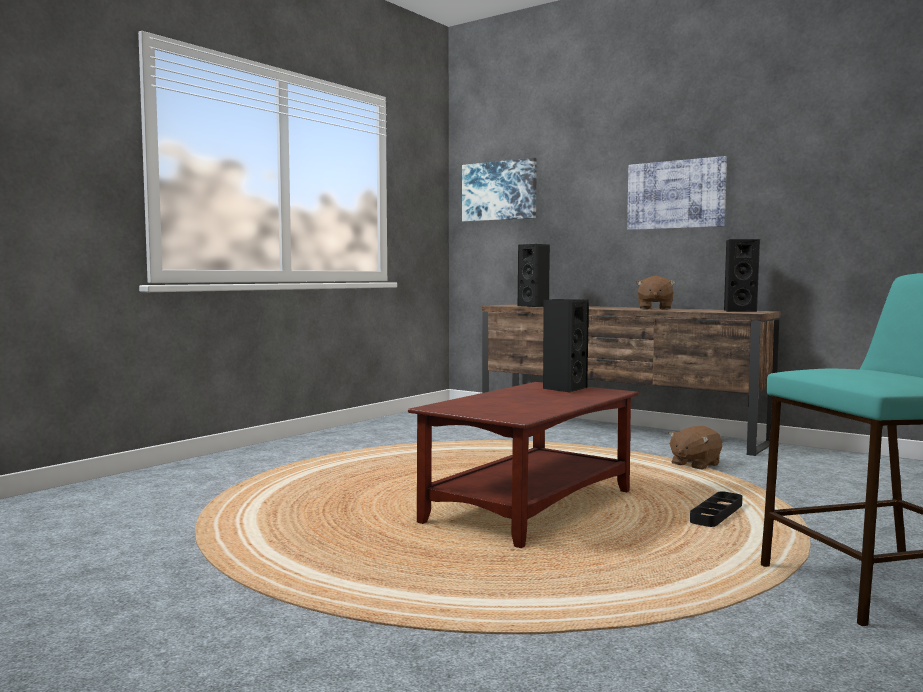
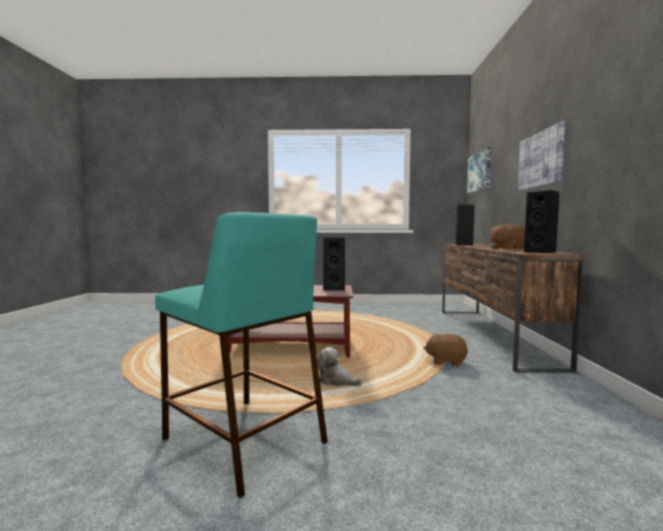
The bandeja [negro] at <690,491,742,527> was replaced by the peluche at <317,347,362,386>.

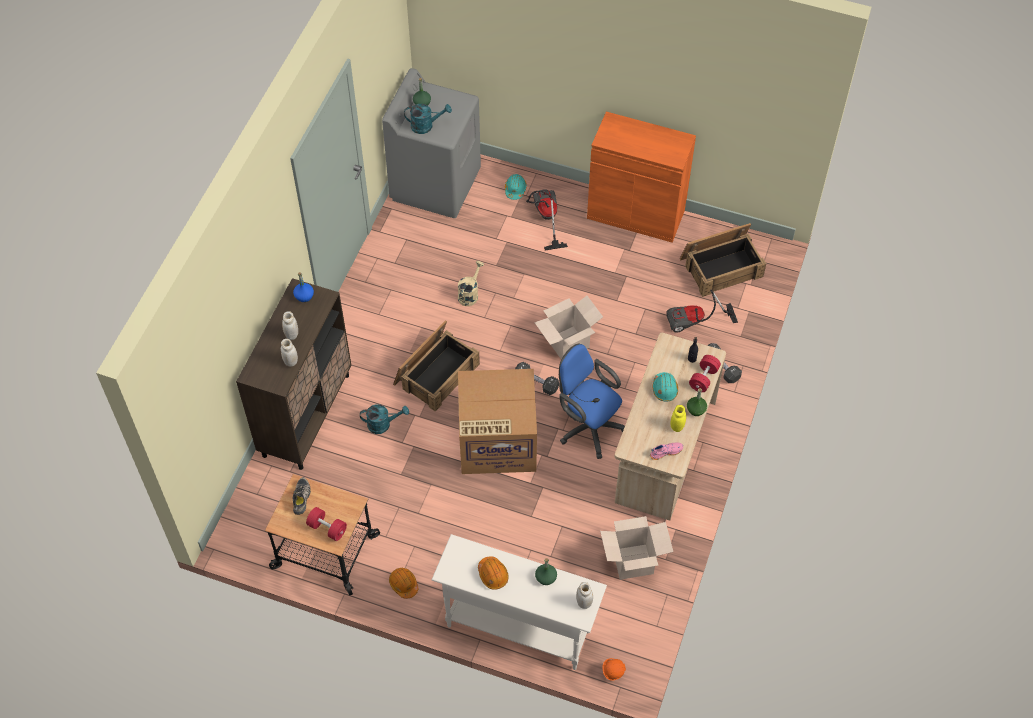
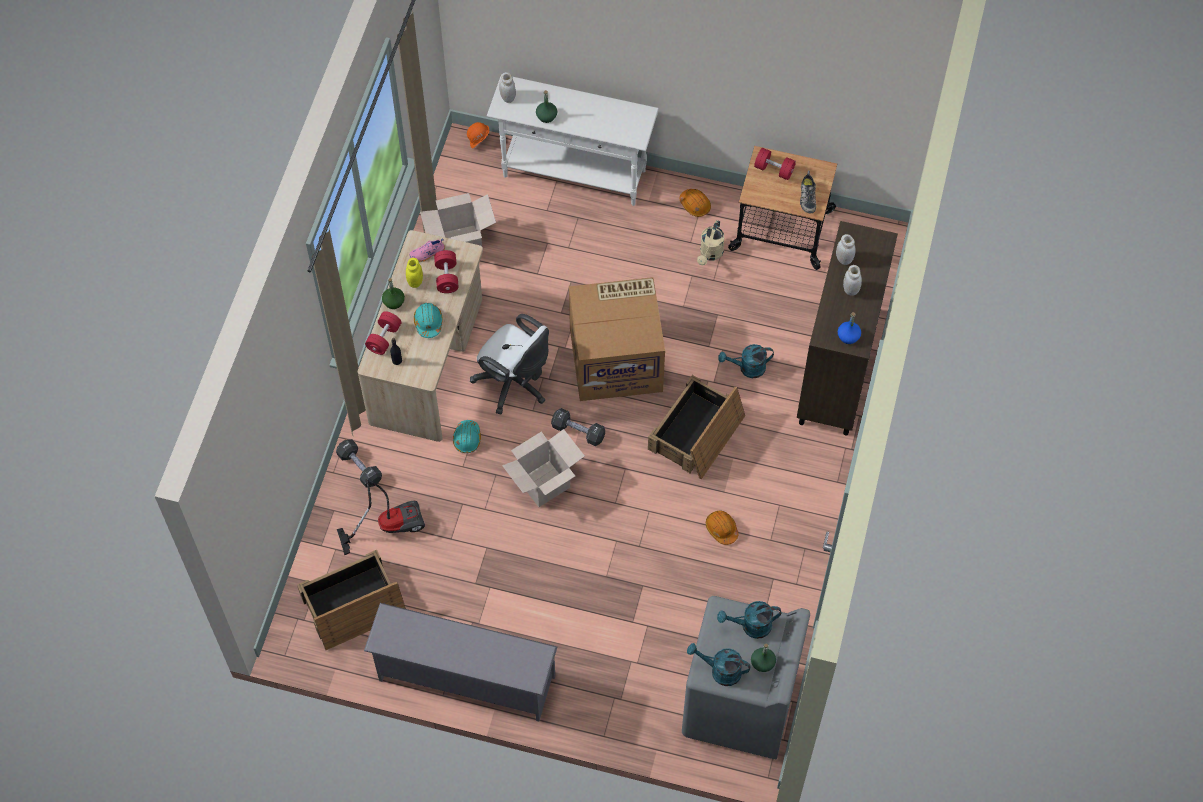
The regadera [beis] moved from <458,261,484,306> to <697,220,724,265>.
The casco [naranja] moved from <478,556,509,590> to <706,511,739,545>.
The casco [turquesa] moved from <505,174,527,200> to <453,420,481,453>.
The aspiradora at <526,189,568,251> disappeared.
The silla de oficina [azul] at <559,344,625,459> became the silla de oficina [blanco] at <470,314,549,414>.
The armario [naranja] at <587,112,696,243> was replaced by the zapatero [gris] at <364,603,557,721>.
The mancuerna [rojo] at <434,250,459,293> appeared.
The regadera [turquesa] at <687,643,751,686> appeared.

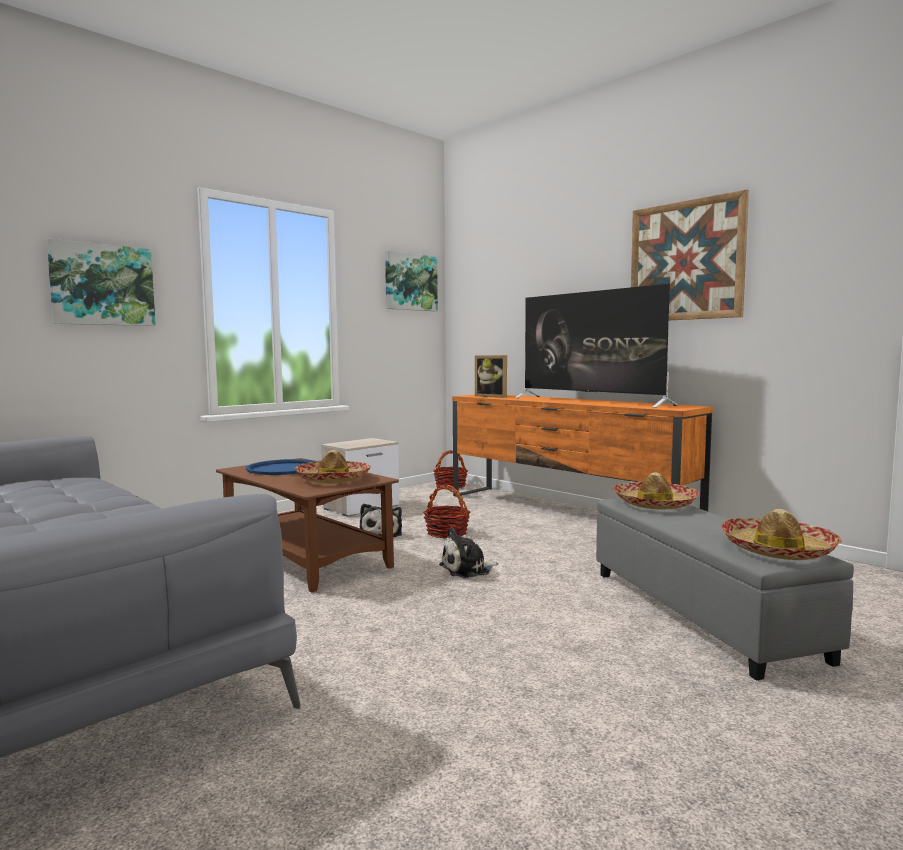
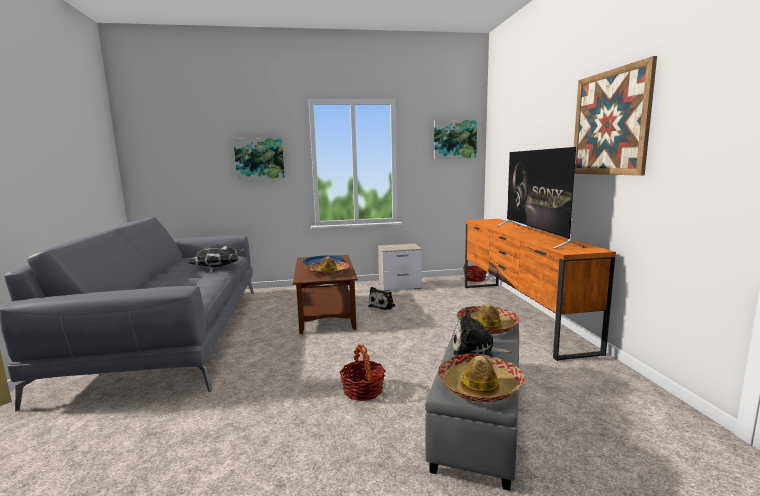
The cesta moved from <423,484,470,538> to <339,344,385,401>.
The peluche moved from <439,527,498,578> to <453,309,512,357>.
The portarretratos at <475,355,507,398> disappeared.
The cojín at <187,244,246,267> appeared.

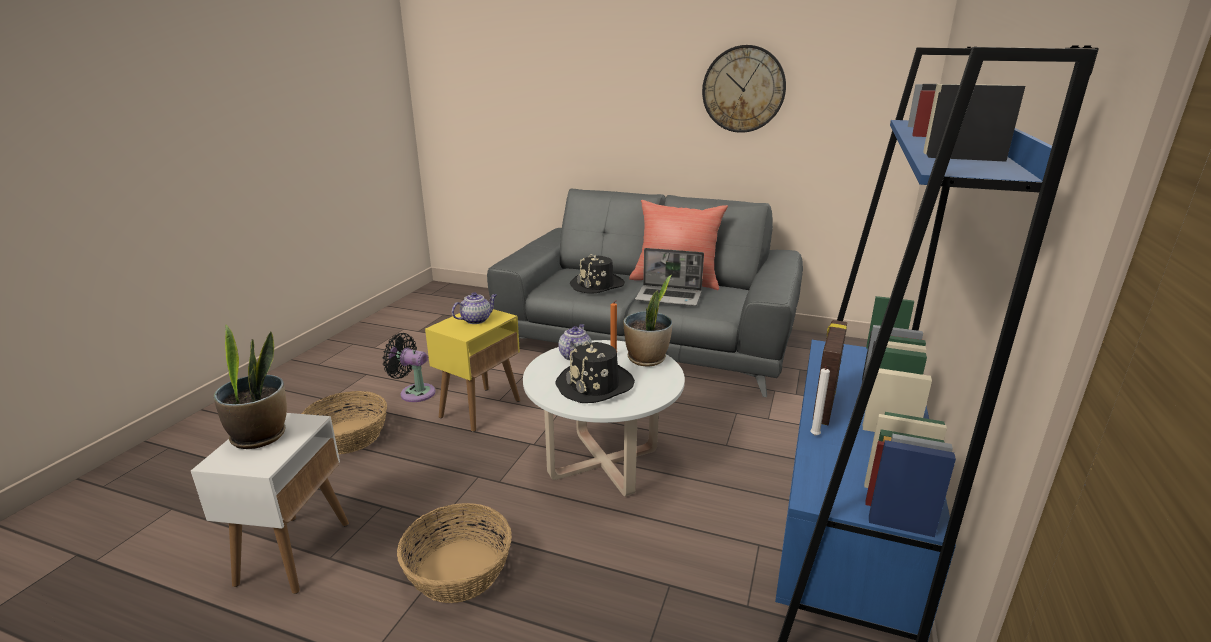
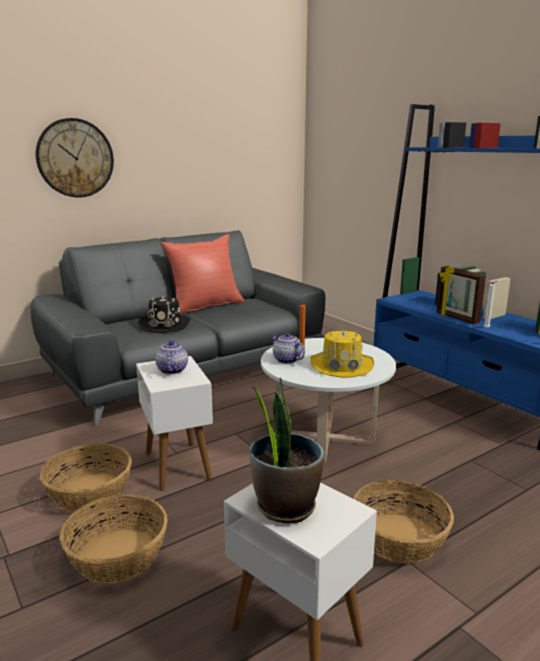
The ventilador [negro] at <383,333,436,402> was replaced by the cesta at <39,443,132,512>.
The mesa auxiliar [amarillo] at <425,309,520,432> became the mesa auxiliar [blanco] at <136,356,213,491>.
The sombrero [negro] at <555,341,635,403> became the sombrero [amarillo] at <310,329,374,378>.
The planta en maceta at <623,275,672,366> disappeared.
The portátil at <635,248,704,306> disappeared.
The reloj de pared moved from <702,45,786,133> to <36,118,114,198>.

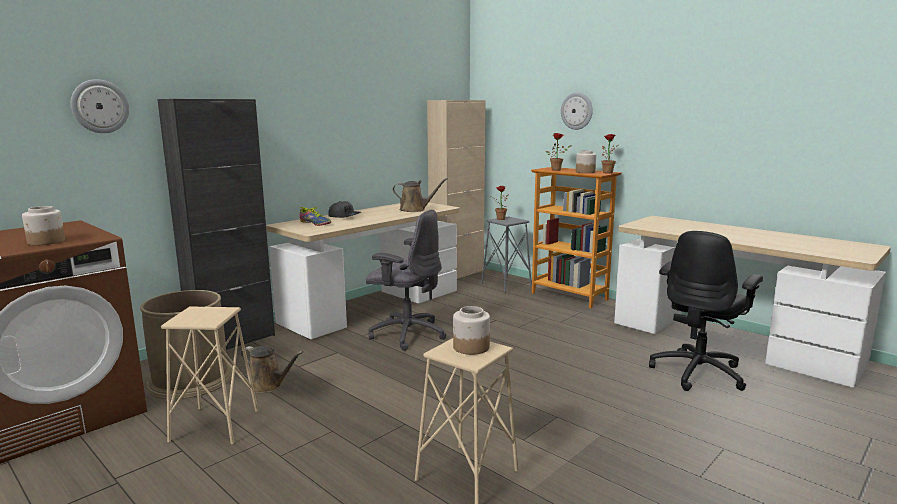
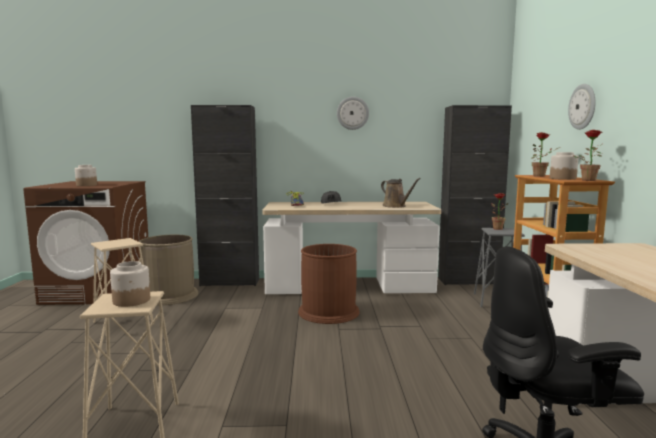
The reloj de pared moved from <71,79,129,133> to <337,97,369,130>.
The regadera [marrón] at <240,346,303,393> disappeared.
The silla de oficina [gris] at <366,210,446,351> was replaced by the papelera [marrón] at <298,244,360,324>.
The armario [beis] at <427,100,486,279> became the armario [negro] at <438,105,512,285>.

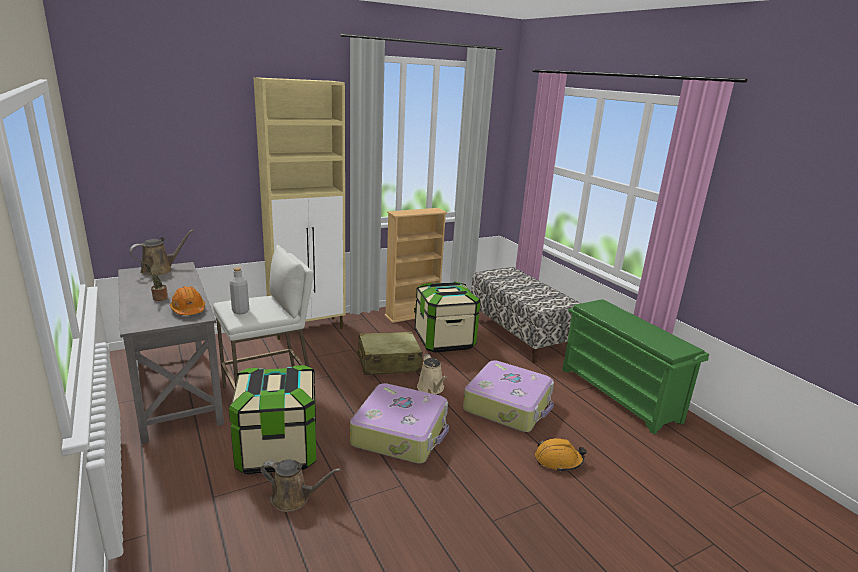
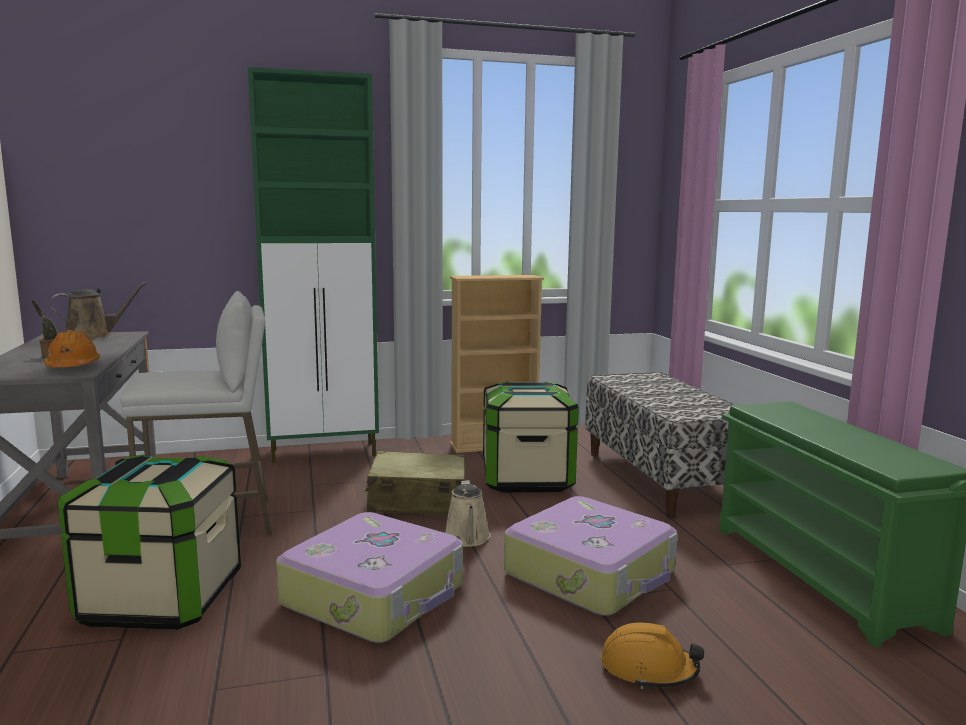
The botella [gris] at <230,267,249,314> disappeared.
The armario [beis] at <253,77,346,340> became the armario [verde] at <248,67,379,463>.
The regadera [marrón] at <260,459,341,512> disappeared.

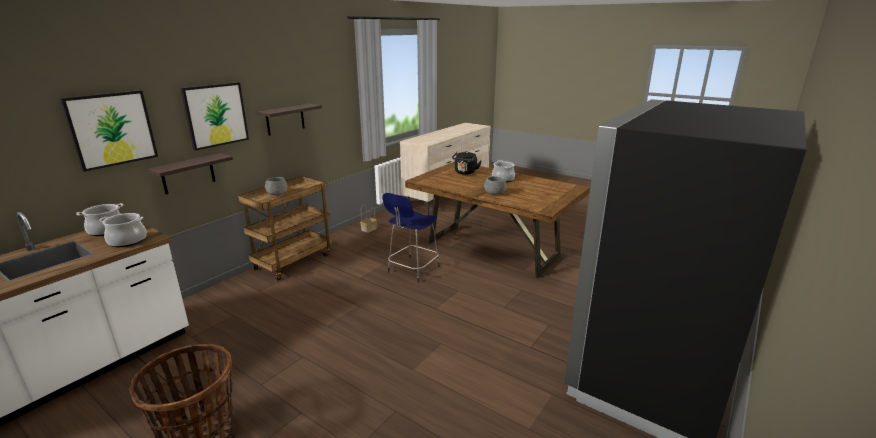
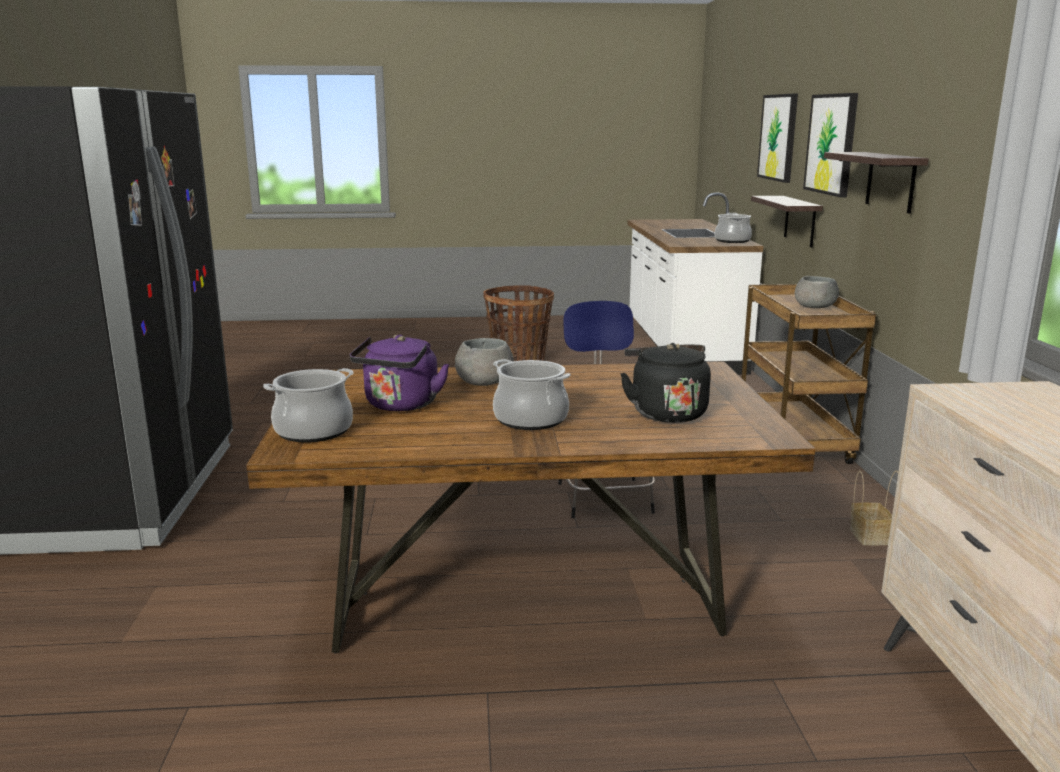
The olla moved from <99,213,147,247> to <263,368,354,442>.
The hervidor [morado] at <350,335,449,411> appeared.

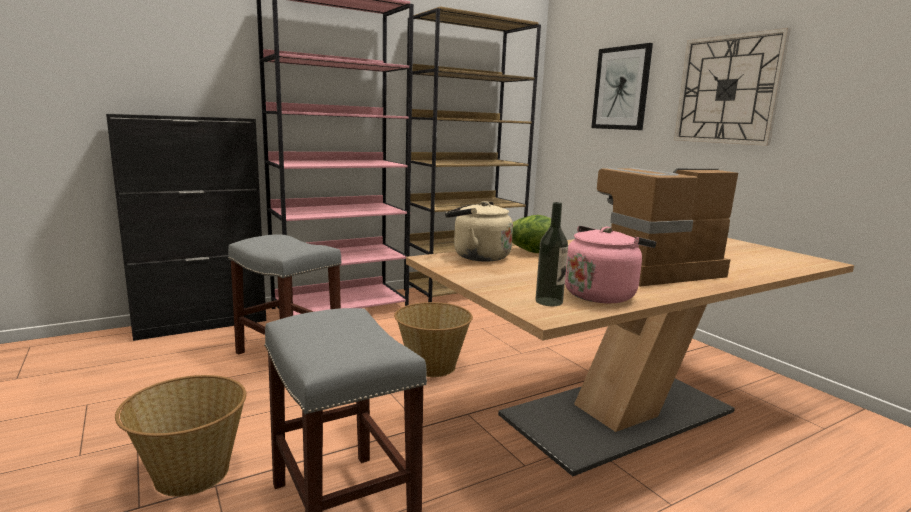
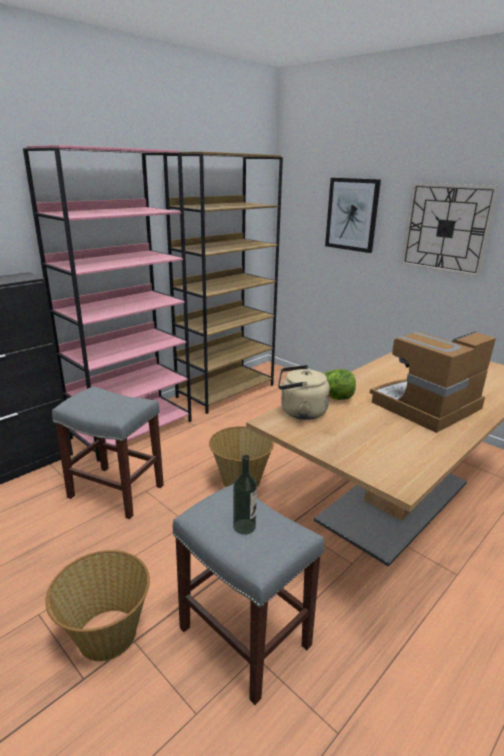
The botella moved from <535,202,568,306> to <233,455,257,535>.
The hervidor [rosa] at <565,226,656,303> disappeared.

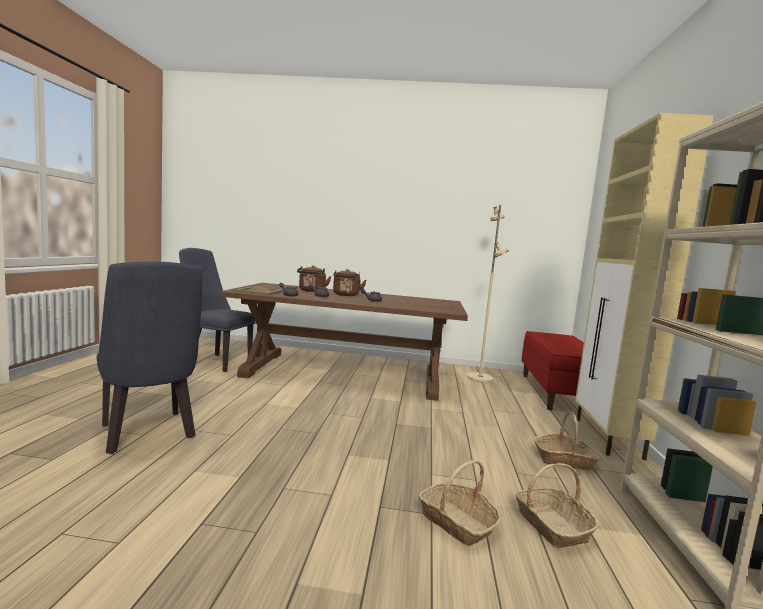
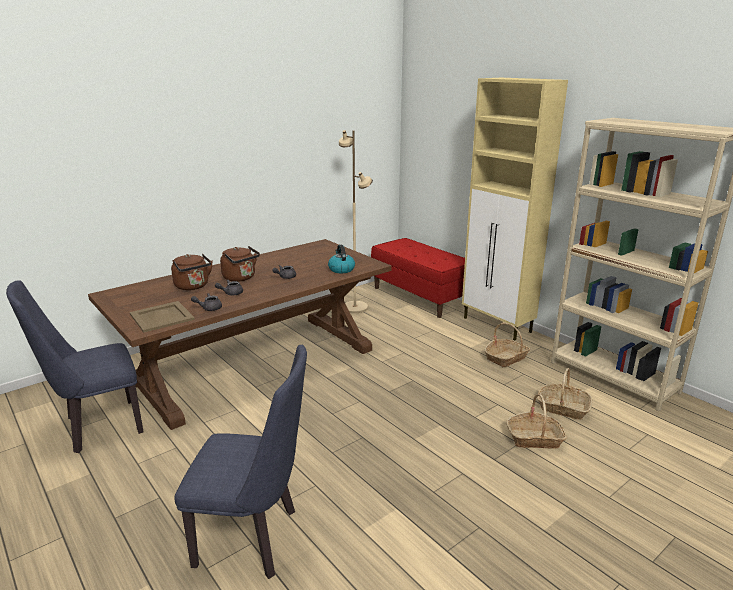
The hervidor at <328,245,355,273> appeared.

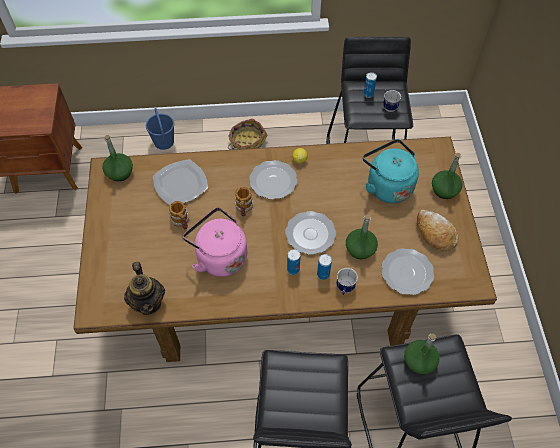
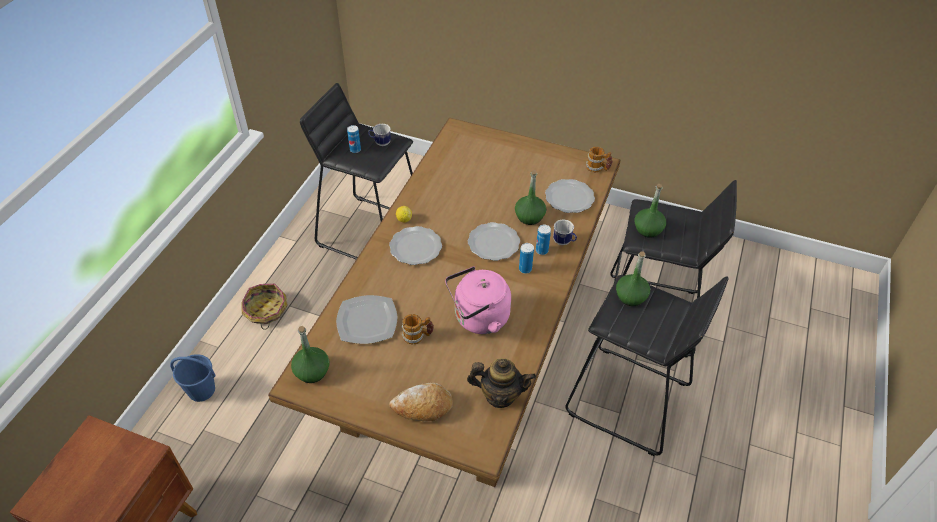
The taza grande moved from <235,187,253,217> to <586,147,613,172>.
The hervidor [turquesa] at <363,139,419,203> disappeared.
The pan moved from <417,210,458,251> to <389,383,453,421>.
The botella [verde] moved from <432,153,463,199> to <616,251,650,306>.

